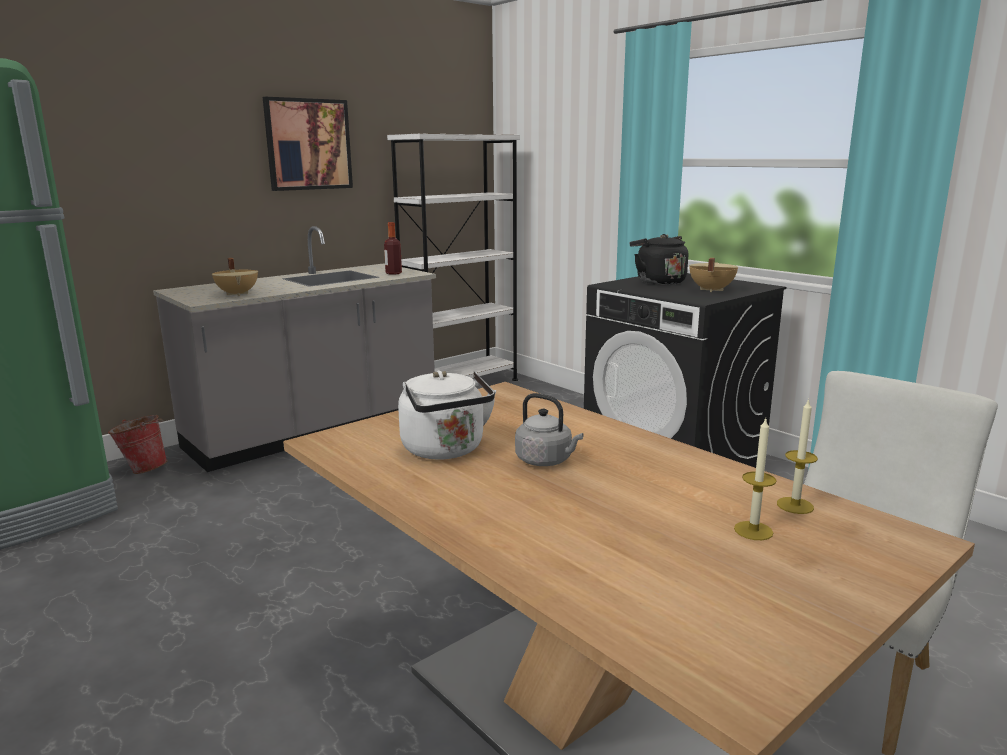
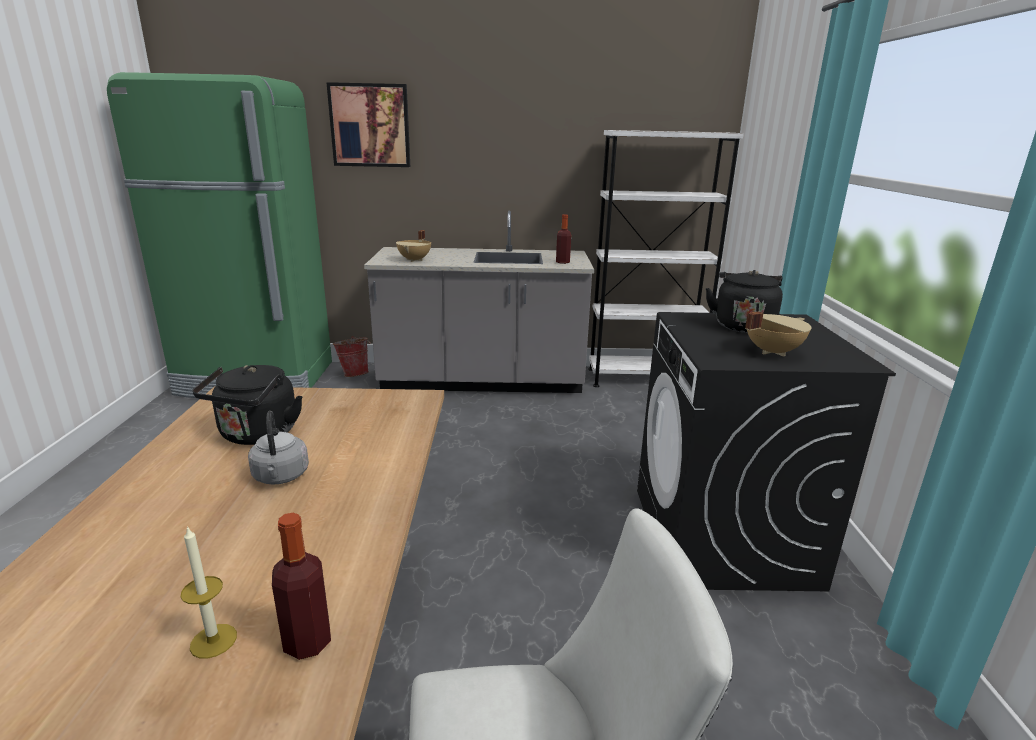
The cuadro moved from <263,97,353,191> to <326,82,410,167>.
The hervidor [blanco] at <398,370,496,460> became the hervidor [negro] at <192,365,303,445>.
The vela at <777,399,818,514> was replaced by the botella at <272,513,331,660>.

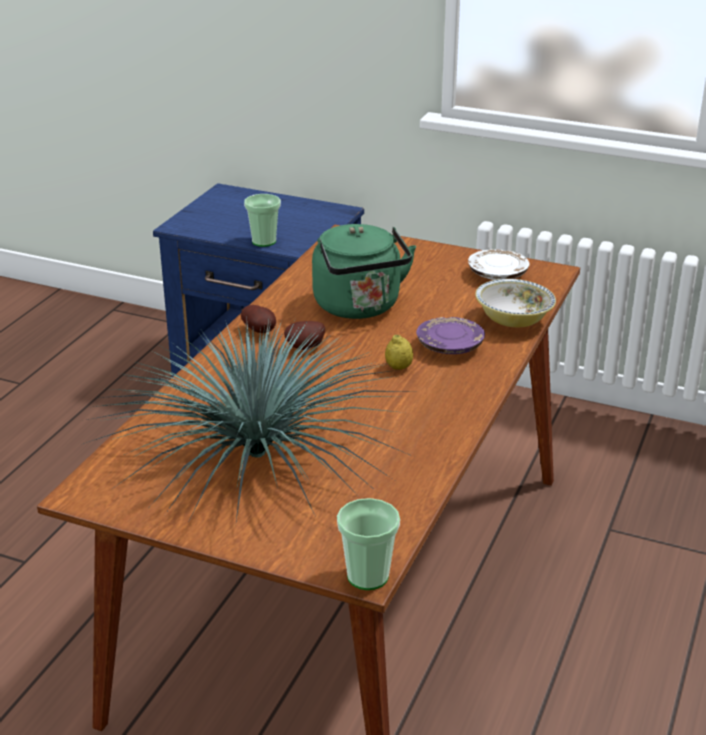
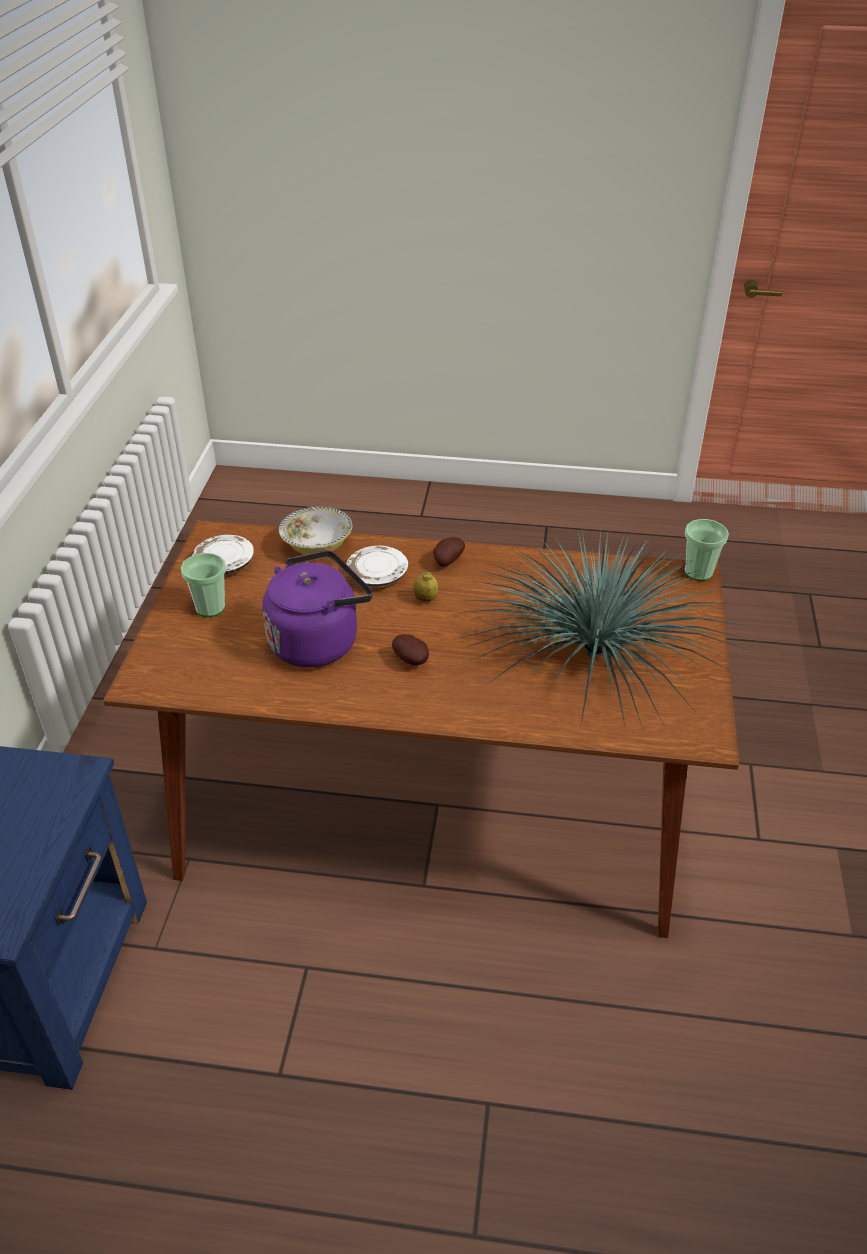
The patata moved from <241,305,276,333> to <433,537,465,567>.
The taza moved from <244,194,281,247> to <181,553,226,617>.
The hervidor [verde] at <312,224,416,319> became the hervidor [morado] at <262,550,373,667>.
The plato [morado] at <416,317,485,354> became the plato [blanco] at <346,545,408,587>.

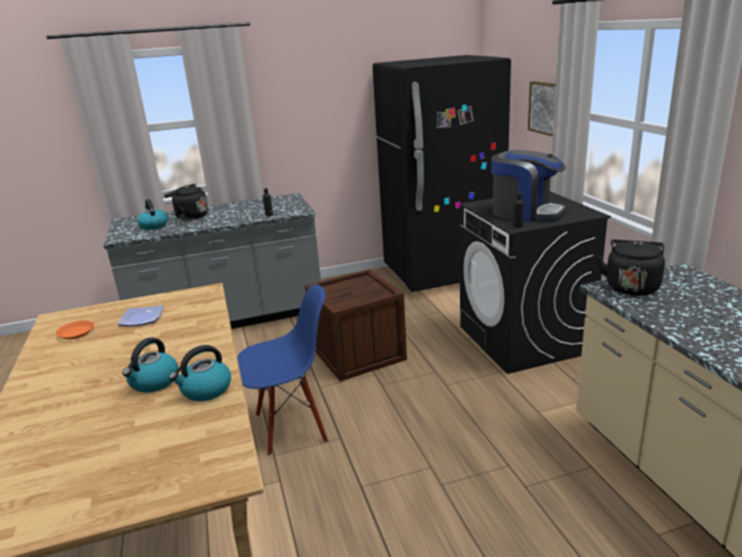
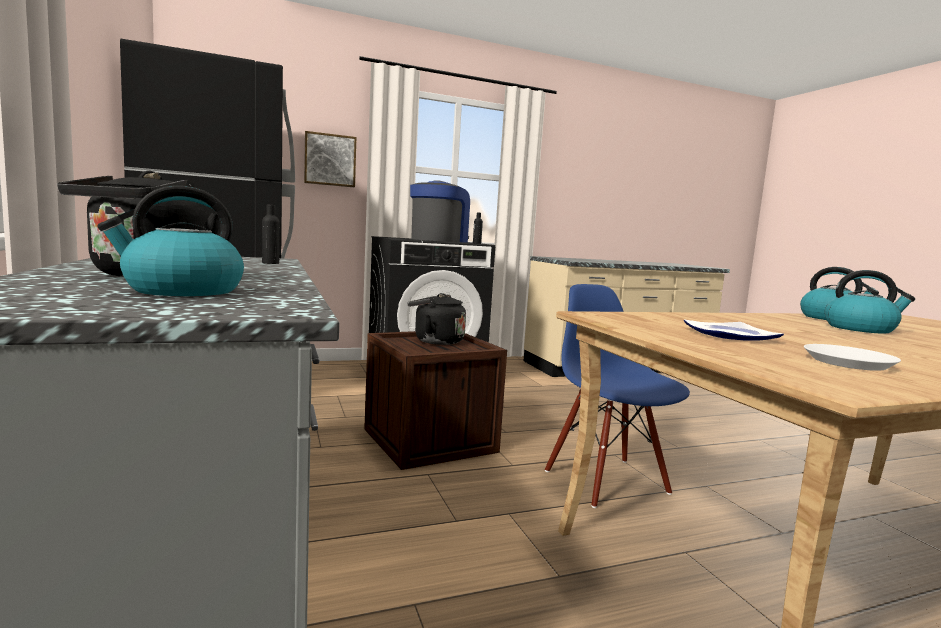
The plato [naranja] at <55,320,94,340> became the plato [blanco] at <804,344,901,371>.
The hervidor [negro] moved from <596,239,665,296> to <407,293,466,345>.

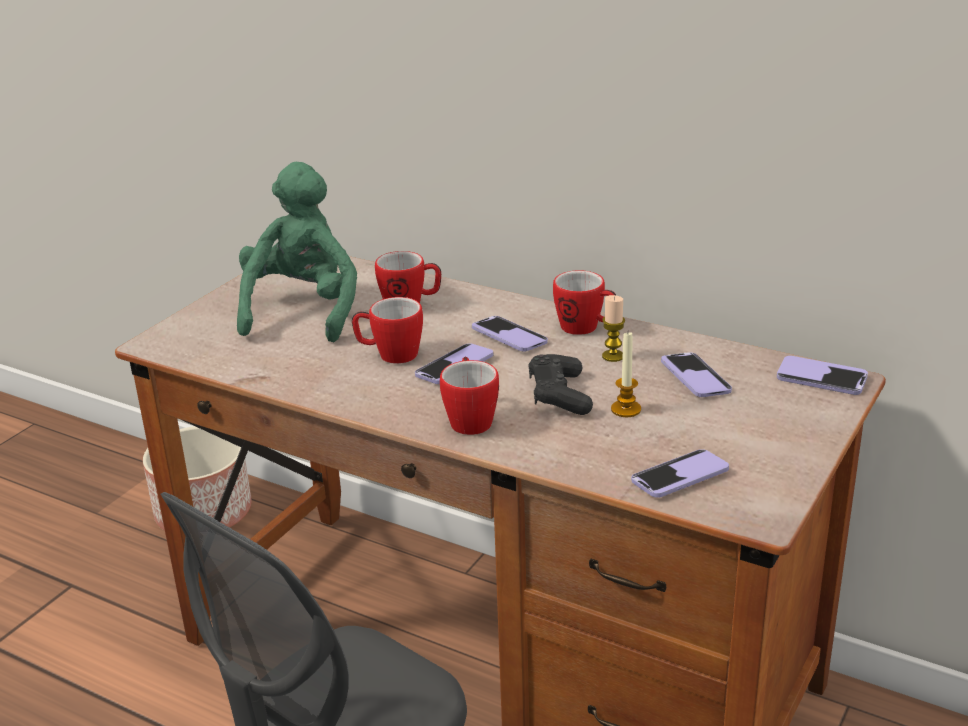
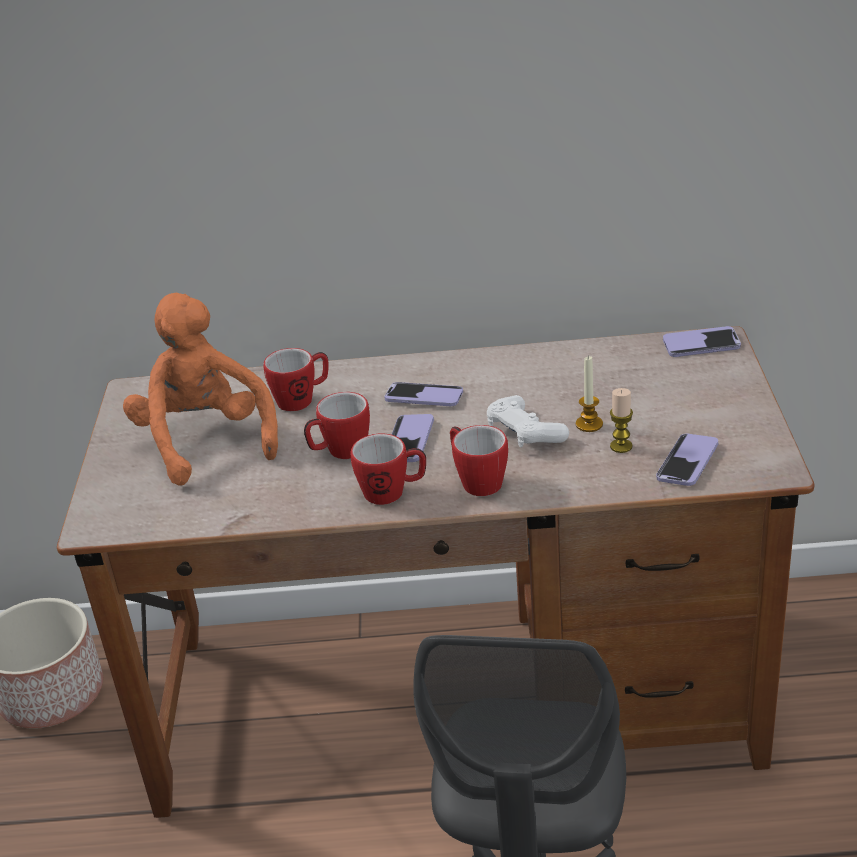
The peluche [verde] at <237,162,357,342> became the peluche [naranja] at <123,293,278,486>.
The mando de consola [negro] at <529,354,593,415> became the mando de consola [blanco] at <487,395,569,447>.
The taza grande moved from <553,270,616,335> to <350,434,426,505>.
The vela moved from <602,295,625,362> to <610,388,633,453>.
The móvil at <661,352,732,397> disappeared.

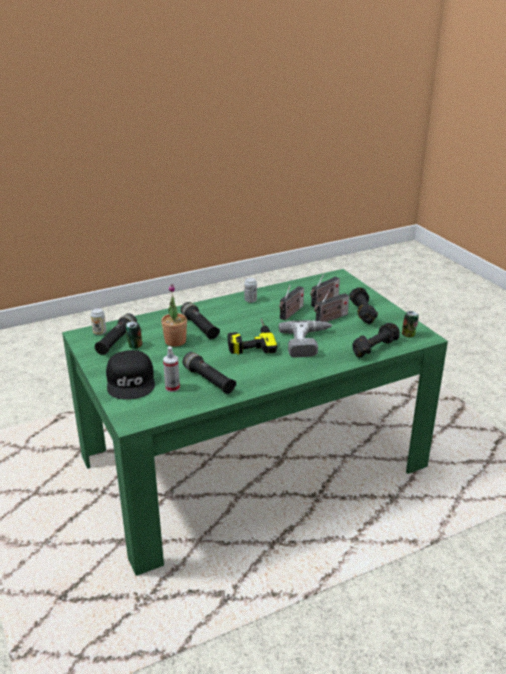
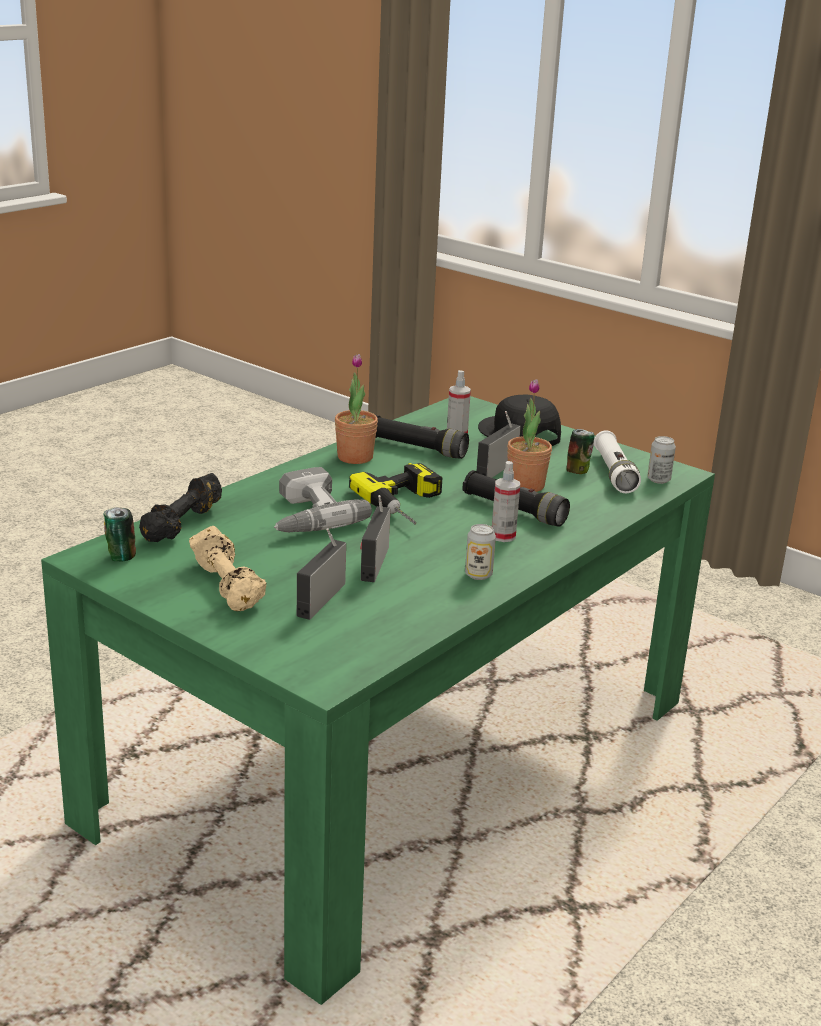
The linterna [negro] at <95,313,137,355> became the linterna [blanco] at <593,430,641,493>.
The radio moved from <314,289,349,322> to <477,411,521,478>.
The mancuerna [negro] at <350,287,378,324> became the mancuerna [beis] at <189,526,266,611>.
The planta en maceta at <335,354,378,464> appeared.
The pulverizador at <492,461,520,542> appeared.

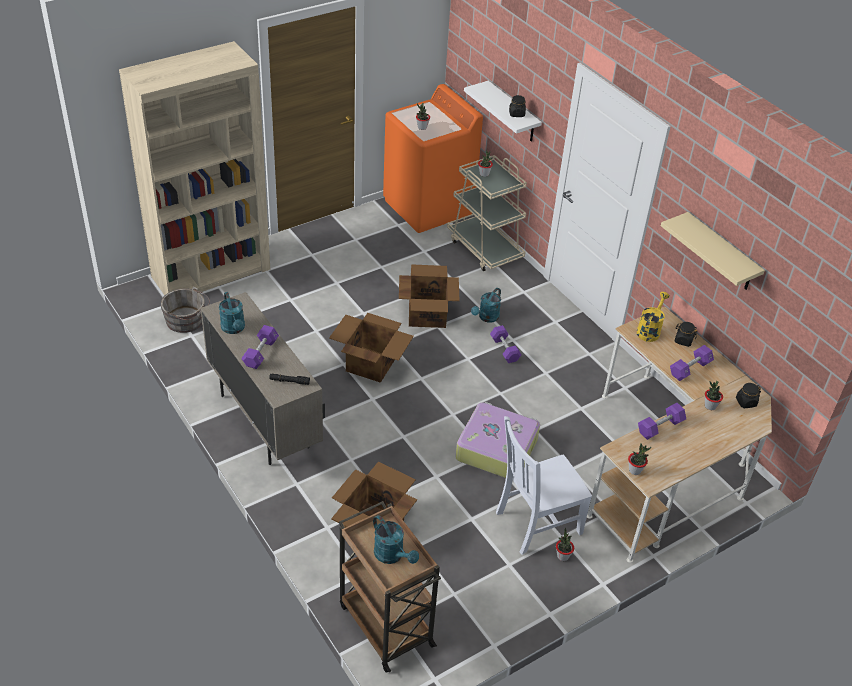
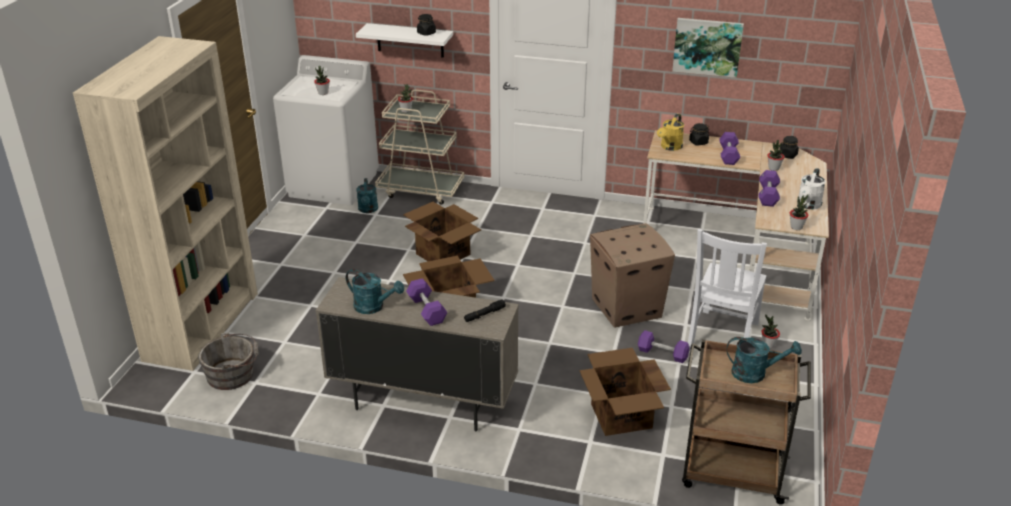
The lavadora [naranja] at <383,84,483,233> became the lavadora [blanco] at <273,55,379,205>.
The maleta at <455,402,540,478> was replaced by the caja de cartón at <590,223,675,328>.
The regadera [turquesa] moved from <471,288,501,323> to <356,178,378,213>.
The mancuerna [morado] moved from <490,325,522,363> to <638,330,690,363>.
The regadera [amarillo] at <637,292,670,342> turned 135 degrees counterclockwise.
The estante [beis] at <661,212,765,290> was replaced by the cuadro at <672,18,744,78>.
The regadera [blanco] at <797,168,826,209> appeared.

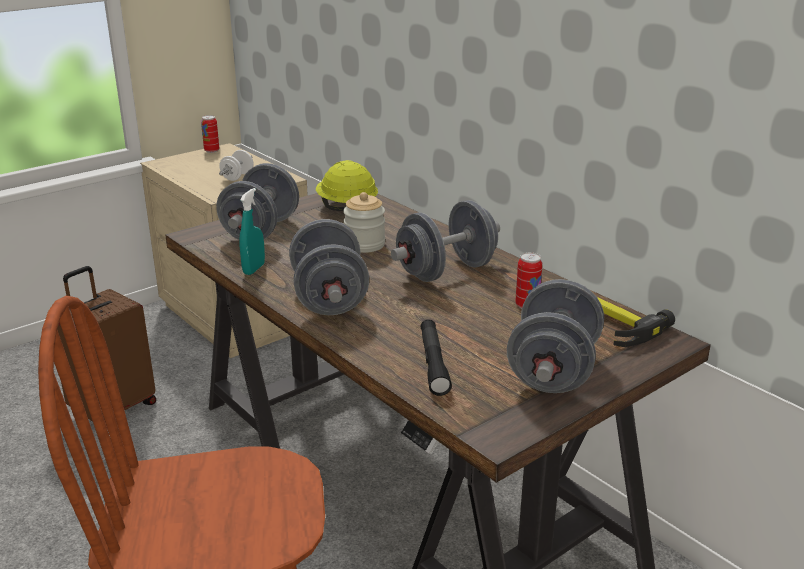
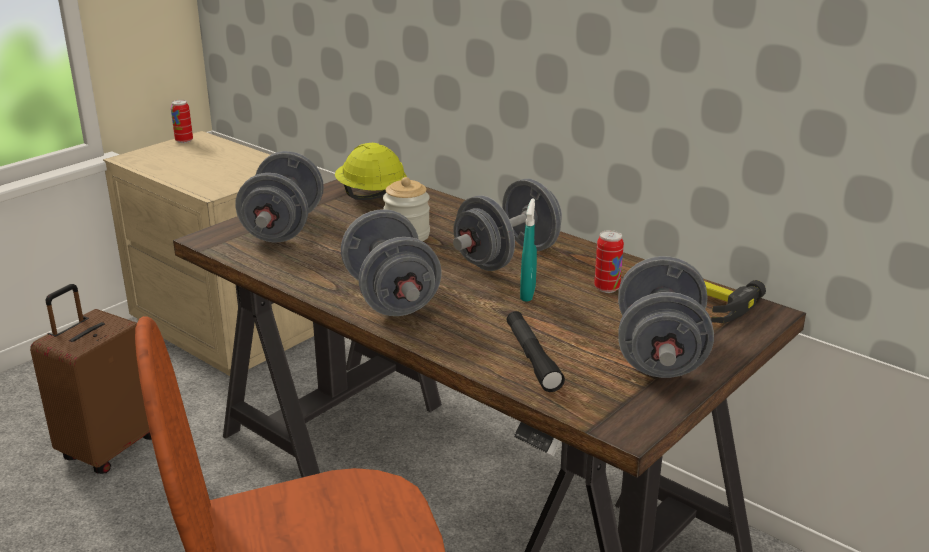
The mancuerna [blanco] at <219,150,254,181> disappeared.
The pulverizador [turquesa] moved from <240,188,265,275> to <520,198,537,302>.

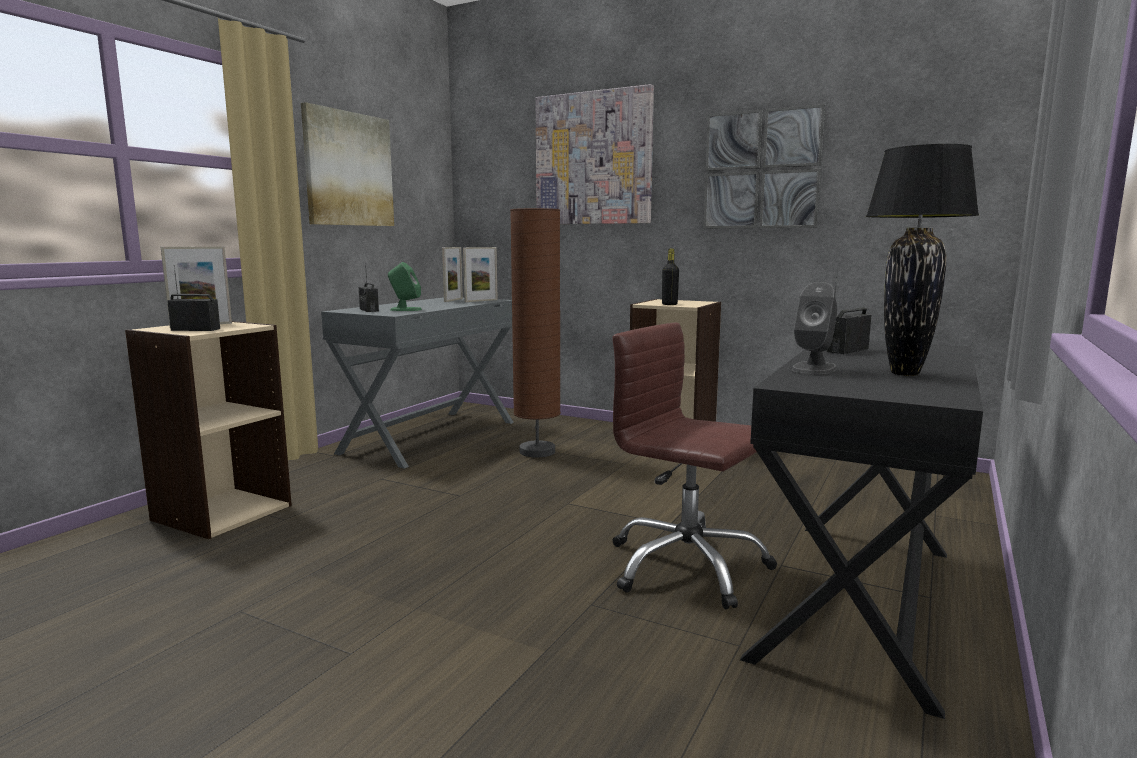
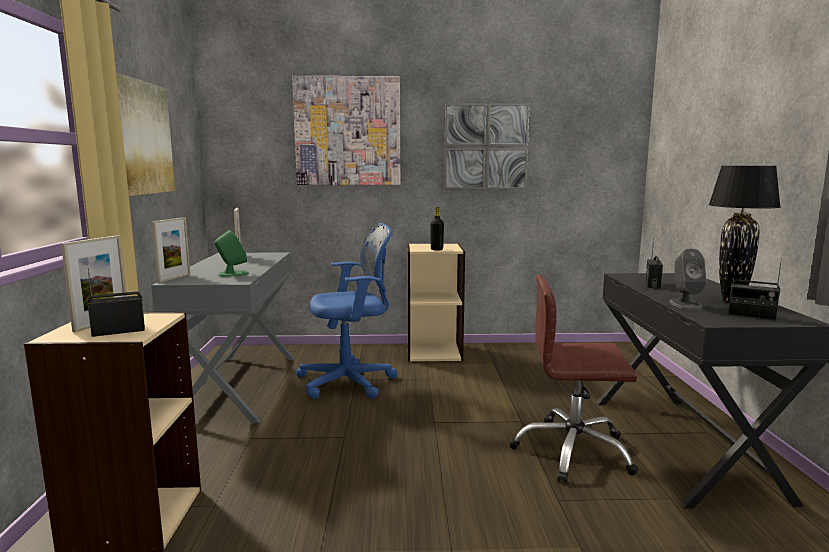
The radio moved from <359,263,379,312> to <728,257,782,320>.
The portarretratos moved from <463,247,498,302> to <152,217,191,283>.
The lámpara de pie [marrón] at <510,208,561,458> was replaced by the silla de oficina [azul] at <296,223,398,399>.

